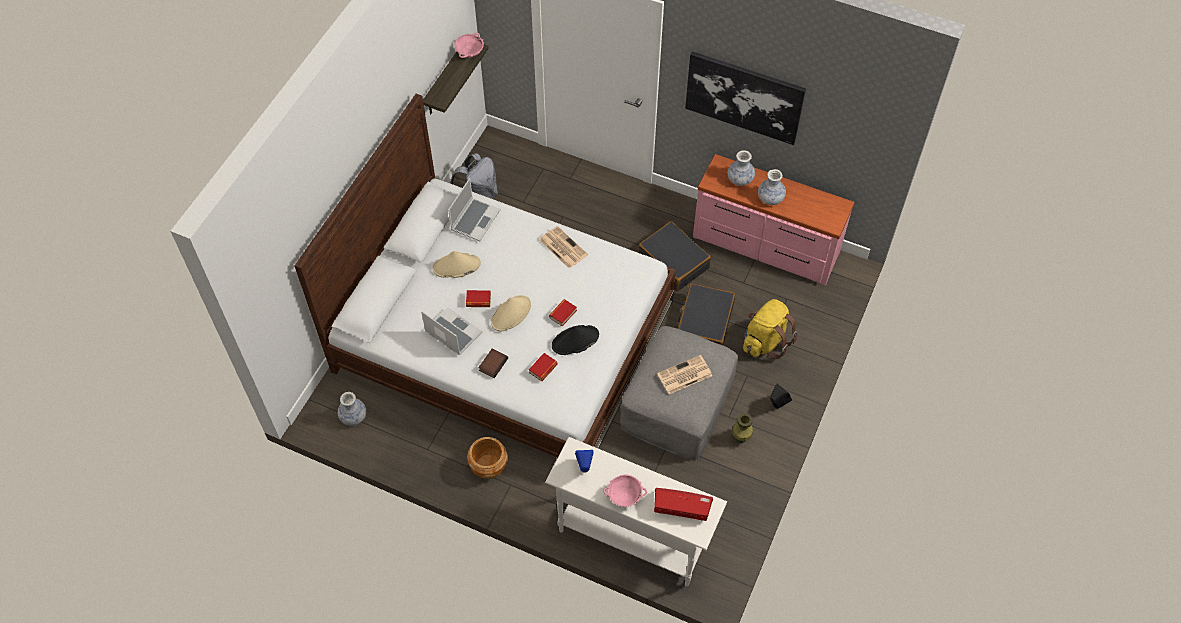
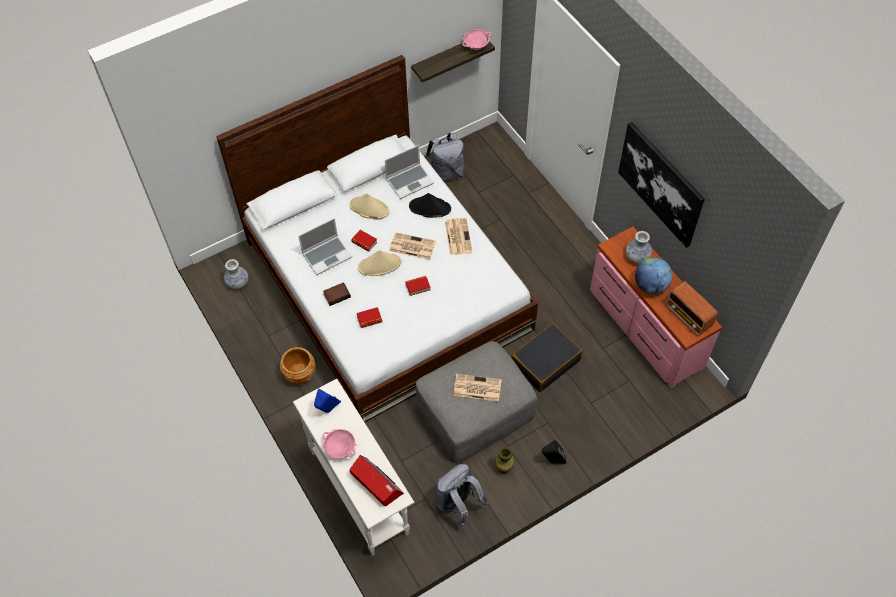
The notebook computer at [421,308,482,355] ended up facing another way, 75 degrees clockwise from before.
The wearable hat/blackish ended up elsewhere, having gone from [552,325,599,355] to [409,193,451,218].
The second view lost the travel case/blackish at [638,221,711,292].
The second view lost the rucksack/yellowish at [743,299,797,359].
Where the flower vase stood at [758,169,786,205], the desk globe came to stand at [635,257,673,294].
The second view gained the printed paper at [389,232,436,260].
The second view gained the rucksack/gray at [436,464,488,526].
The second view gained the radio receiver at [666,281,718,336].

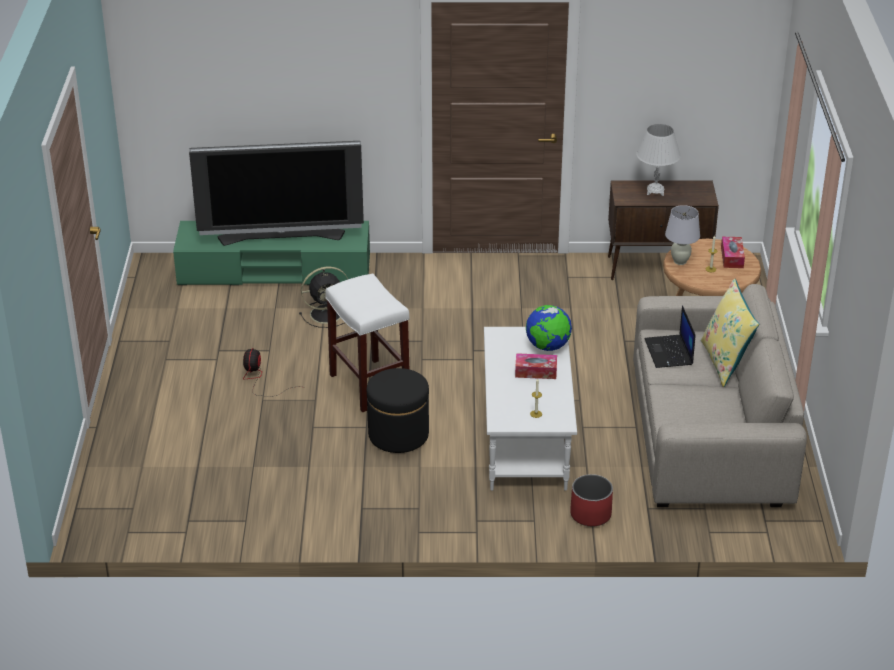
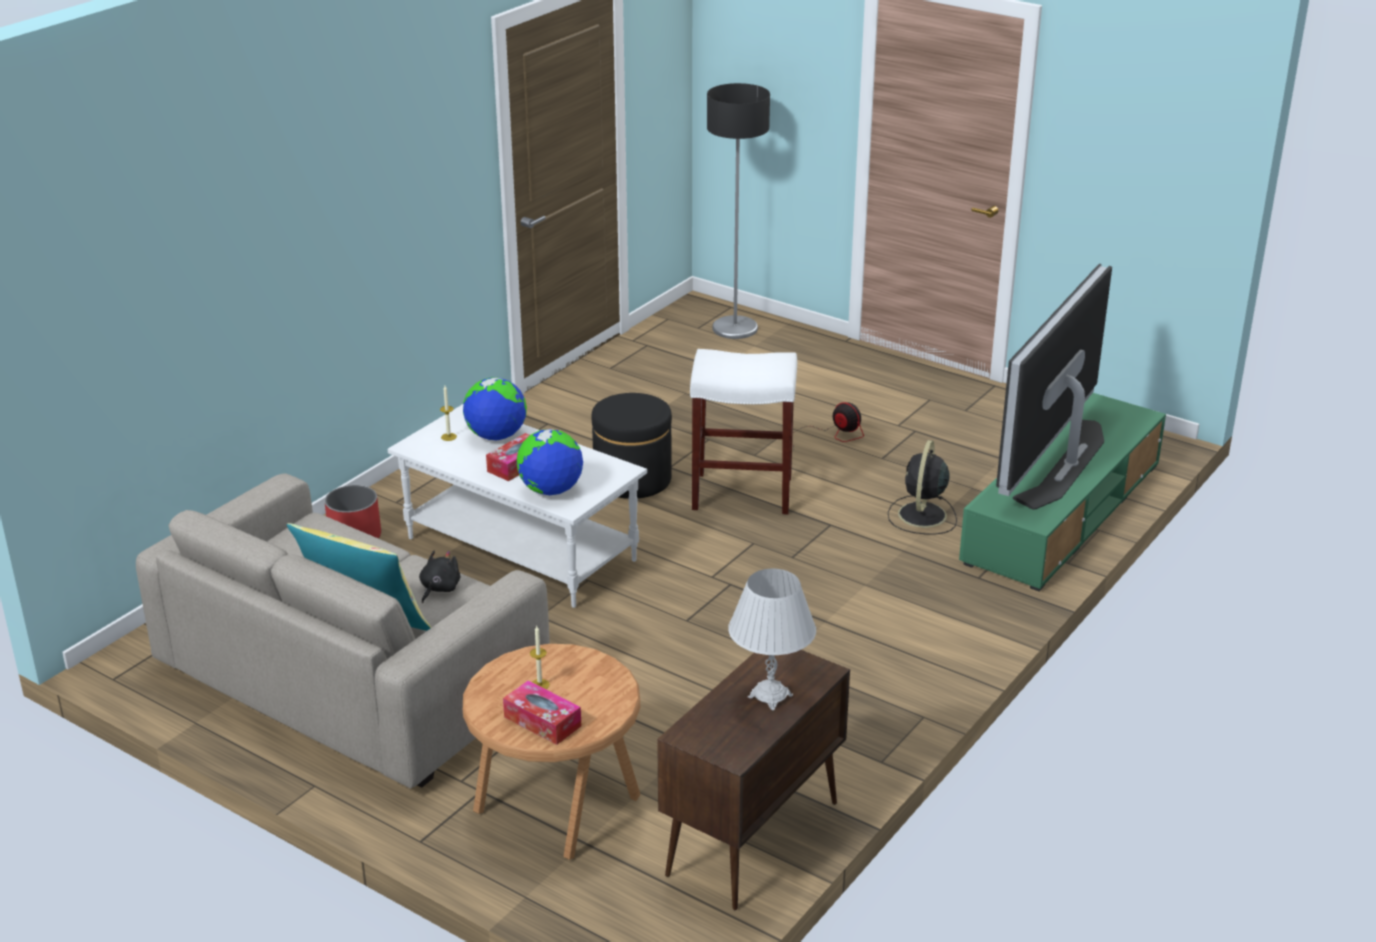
Where the notebook computer stood at [644,306,695,368], the cuddly toy/blackish came to stand at [419,550,461,603].
The second view lost the table lamp/whitish at [665,205,700,265].
The second view gained the desk globe at [463,377,527,440].
The second view gained the standard lamp at [707,83,770,339].

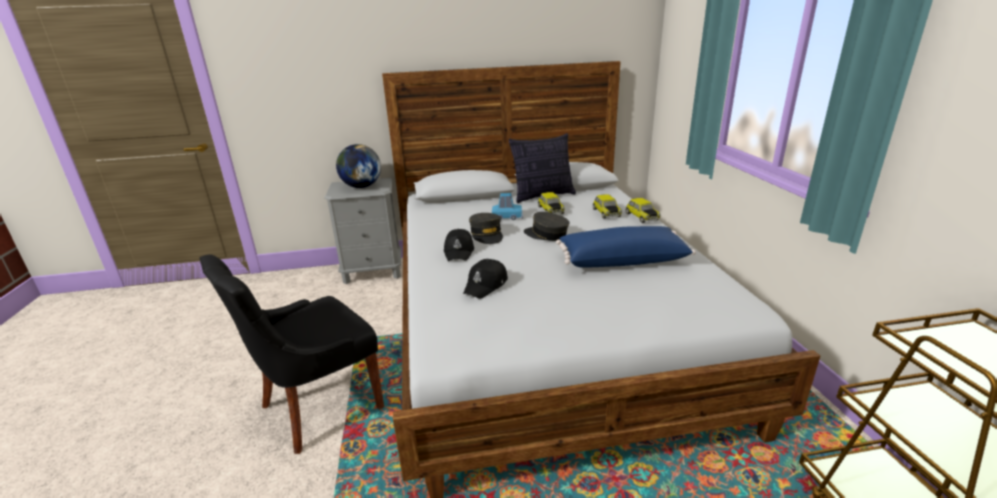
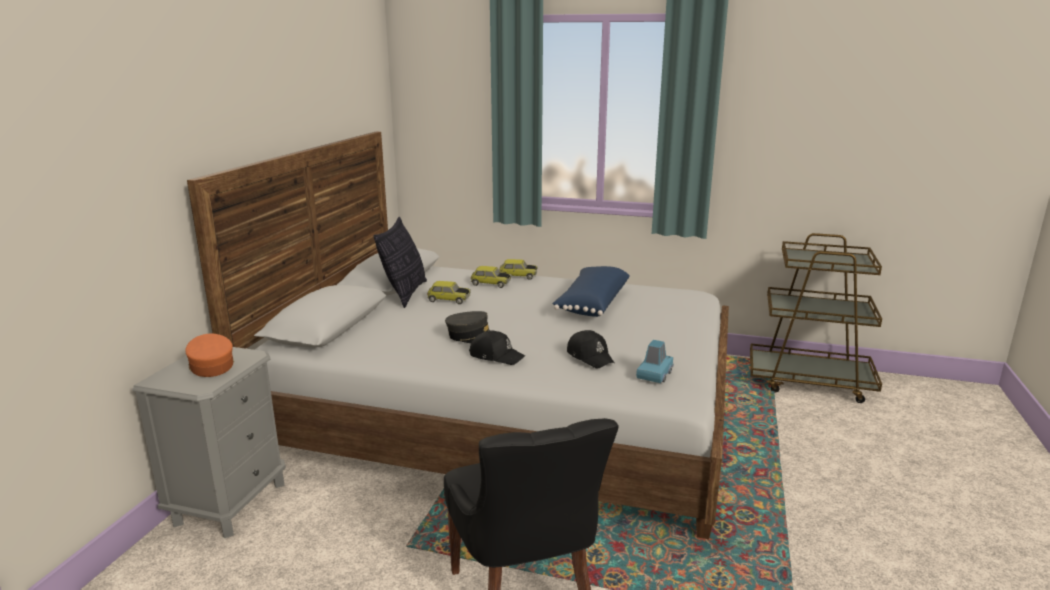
Where the desk globe stood at [336,144,381,188], the baseball cap/orange-coloured came to stand at [185,334,234,377].
The model car/bluish ended up elsewhere, having gone from [492,193,523,221] to [636,340,674,383].
The second view lost the baseball cap/gray at [524,212,569,241].

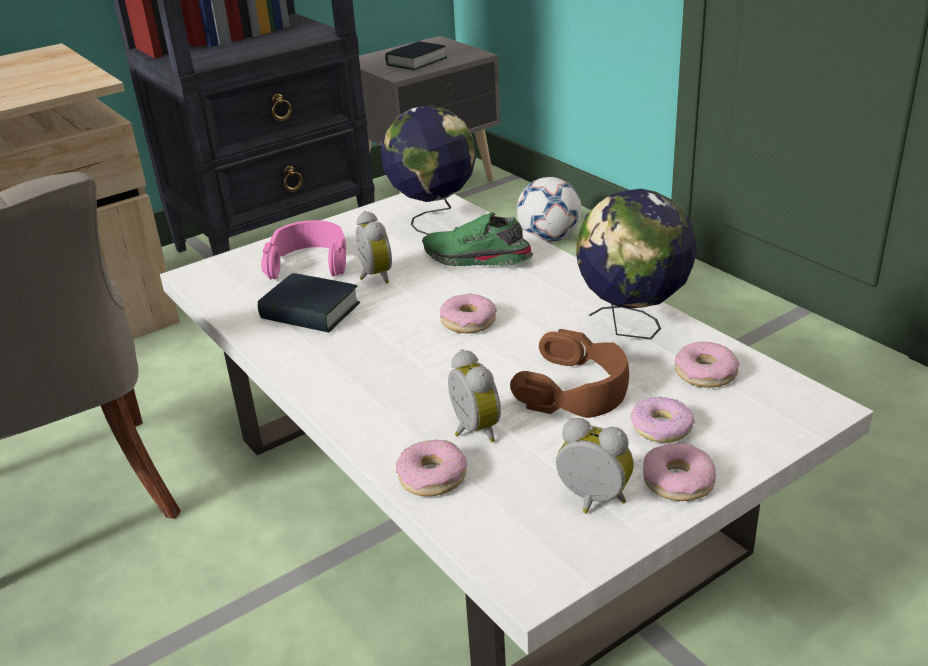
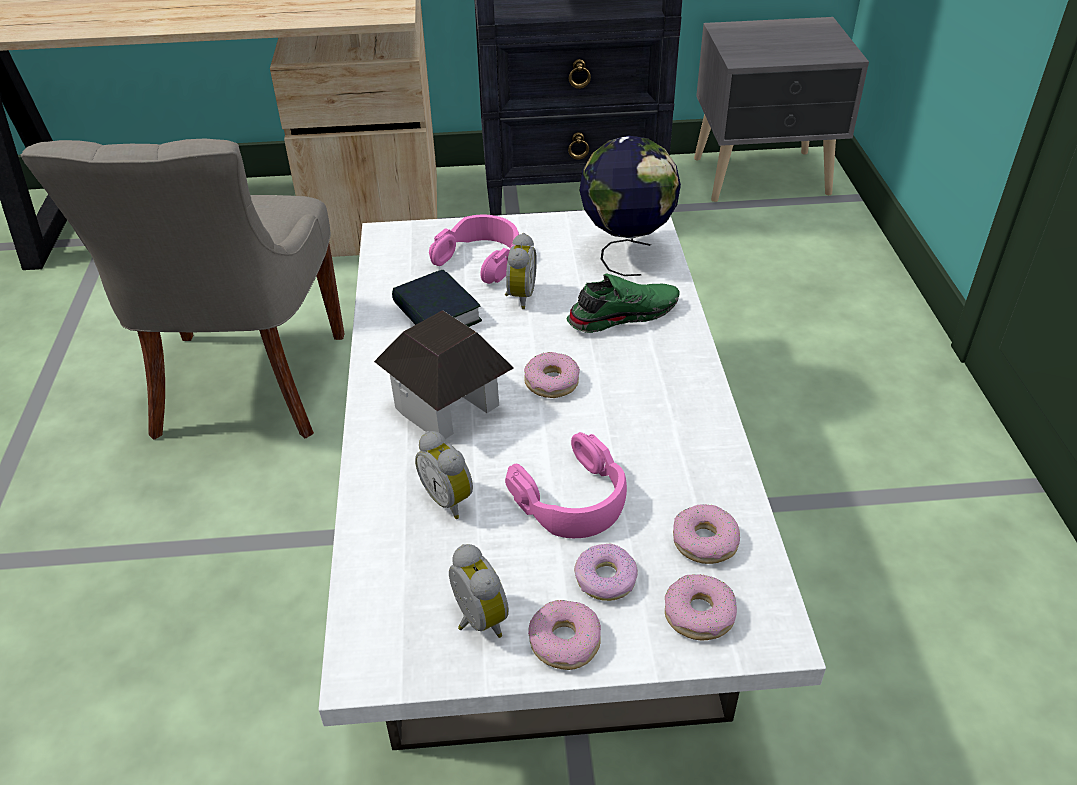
The second view lost the book at [385,41,447,70].
The doughnut ended up elsewhere, having gone from [396,440,467,496] to [665,574,737,640].
The item of footwear/green-coloured at [422,212,533,266] ended up facing another way, 105 degrees clockwise from before.
The bedside clock at [448,349,501,442] ended up facing another way, 135 degrees clockwise from before.
What was the headphones/brownish at [510,329,629,418] turned into the headphones/pink at [505,432,627,538].
The second view lost the football ball at [517,177,581,242].
The second view lost the desk globe at [575,189,697,339].
The second view gained the toy house at [374,310,514,439].

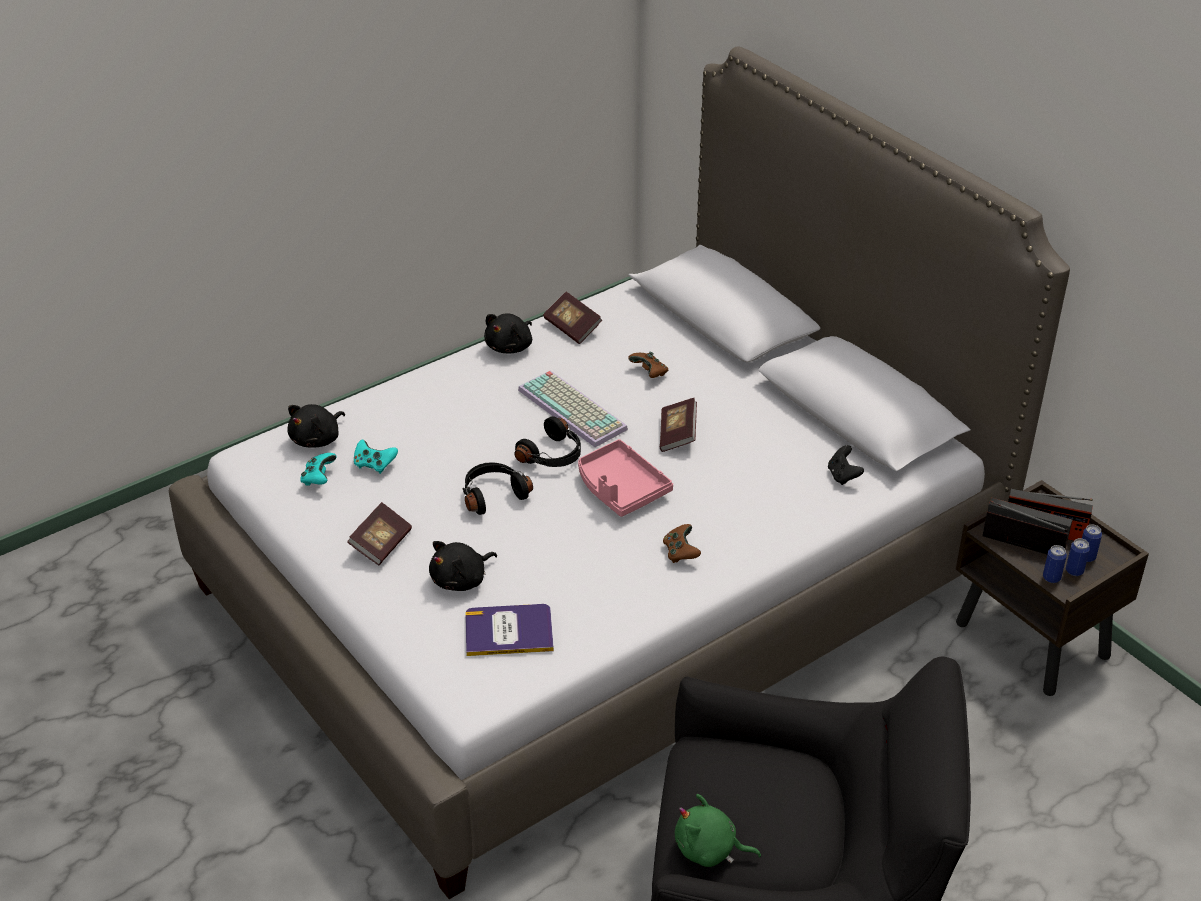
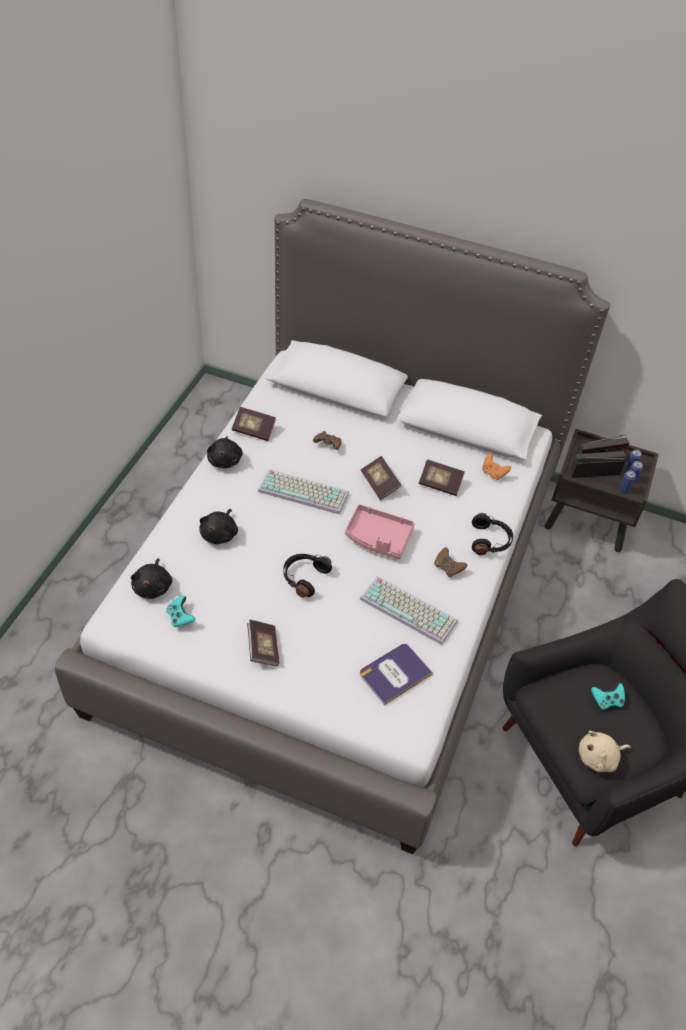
The joypad/turquoise-coloured ended up elsewhere, having gone from [354,439,398,474] to [591,683,625,710].
The cuddly toy/blackish ended up elsewhere, having gone from [429,541,497,591] to [199,509,238,544].
The headphones/blackish ended up elsewhere, having gone from [514,416,581,467] to [472,513,513,555].
What was the cuddly toy/green-coloured at [675,794,761,867] turned into the cuddly toy/beige at [579,730,630,772].
What was the joypad/blackish at [828,445,864,485] turned into the joypad/orange-coloured at [482,453,511,480].
The second view gained the keyboard at [360,576,458,645].
The second view gained the book at [419,459,465,496].

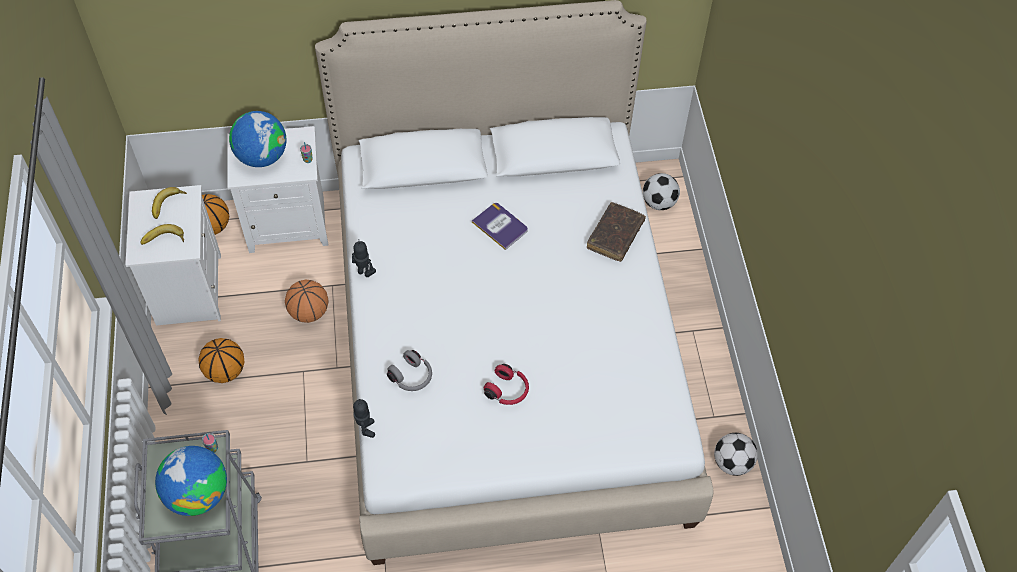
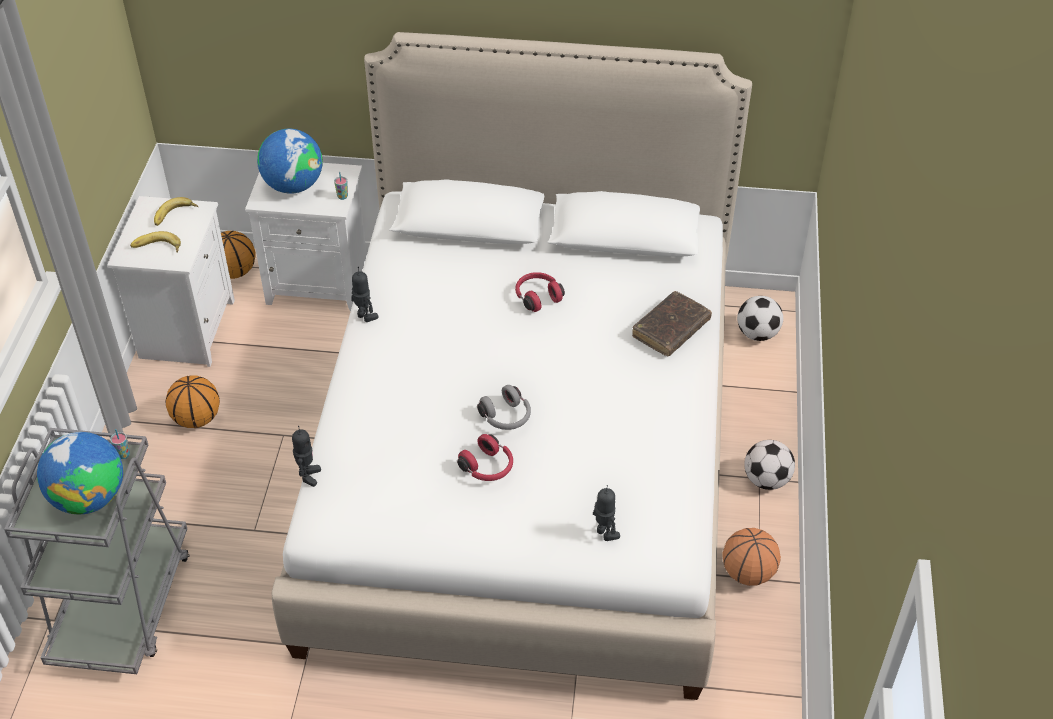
The basketball ended up elsewhere, having gone from [285,280,329,323] to [722,528,781,586].
The headphones/gray ended up elsewhere, having gone from [387,350,432,391] to [477,385,531,430].
Where the book stood at [472,203,528,250], the headphones/reddish came to stand at [515,272,565,312].
The football ball ended up elsewhere, having gone from [714,433,758,476] to [744,440,795,490].
The second view gained the model robot at [593,485,620,541].

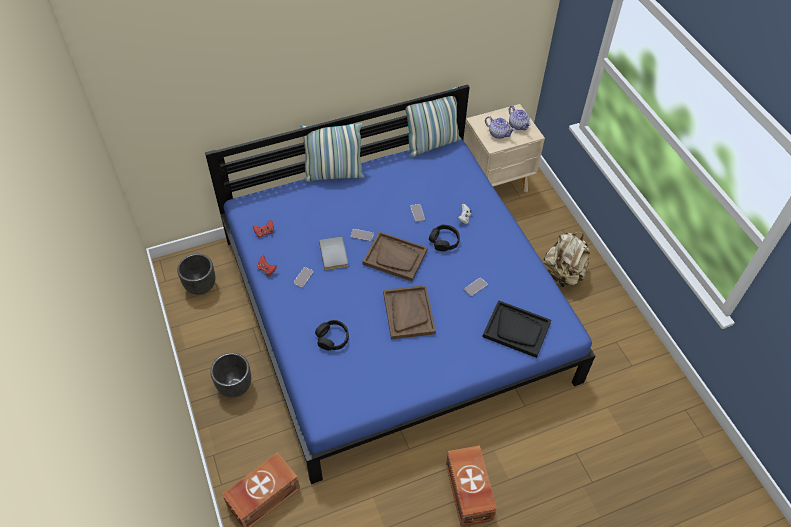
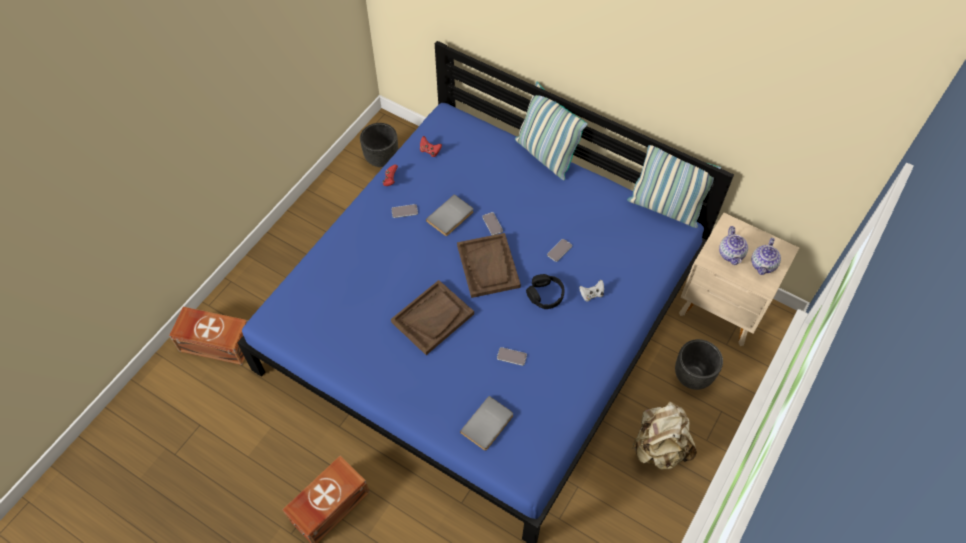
The planter/blackish ended up elsewhere, having gone from [210,353,251,398] to [675,339,723,390].
The second view lost the headphones/blackish at [315,320,349,350].
Where the tray/blackish stood at [482,300,551,358], the book/gray came to stand at [460,396,513,451].

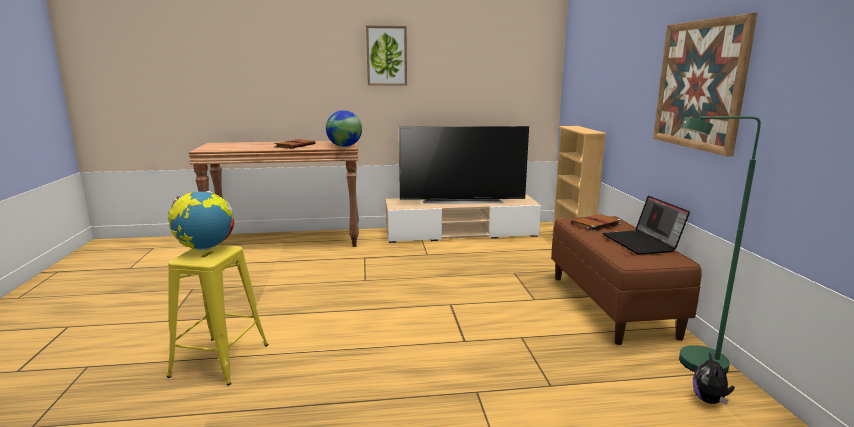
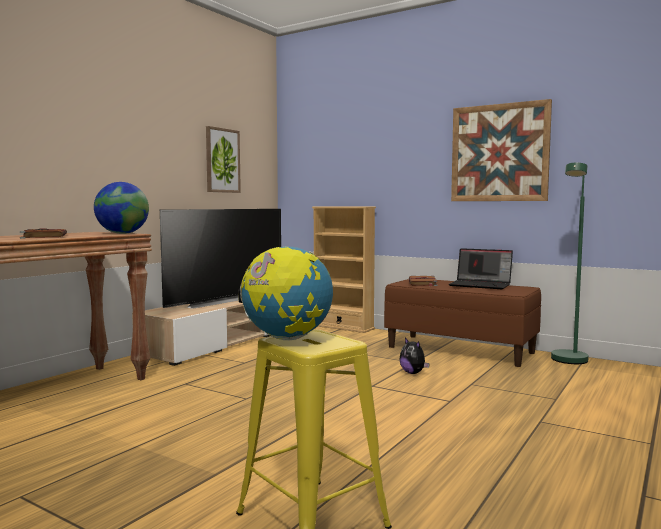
The wall picture ended up elsewhere, having gone from [366,26,407,86] to [206,126,241,193].
The cuddly toy ended up elsewhere, having gone from [693,353,735,405] to [399,338,430,374].

